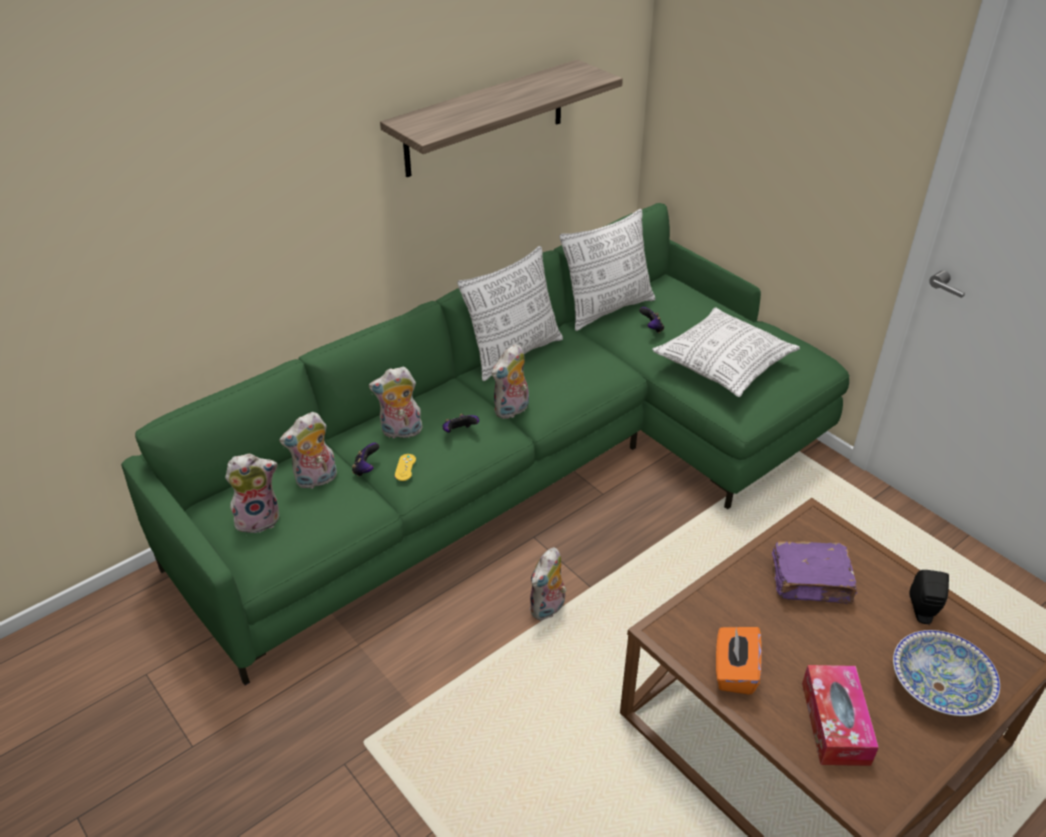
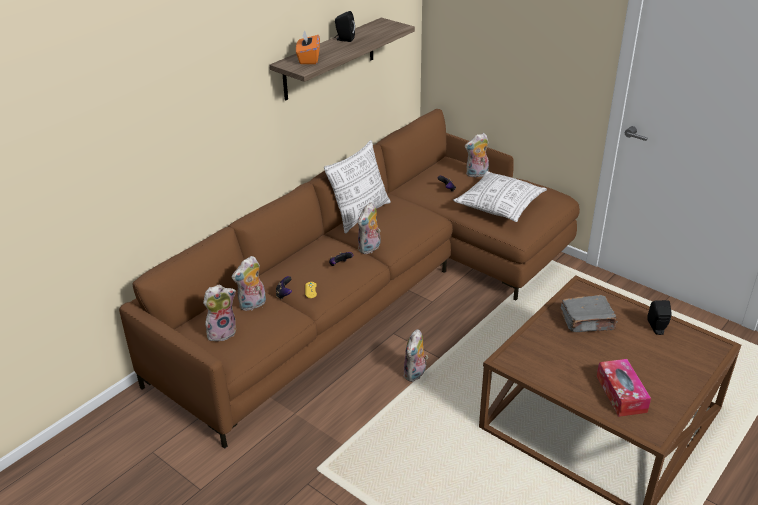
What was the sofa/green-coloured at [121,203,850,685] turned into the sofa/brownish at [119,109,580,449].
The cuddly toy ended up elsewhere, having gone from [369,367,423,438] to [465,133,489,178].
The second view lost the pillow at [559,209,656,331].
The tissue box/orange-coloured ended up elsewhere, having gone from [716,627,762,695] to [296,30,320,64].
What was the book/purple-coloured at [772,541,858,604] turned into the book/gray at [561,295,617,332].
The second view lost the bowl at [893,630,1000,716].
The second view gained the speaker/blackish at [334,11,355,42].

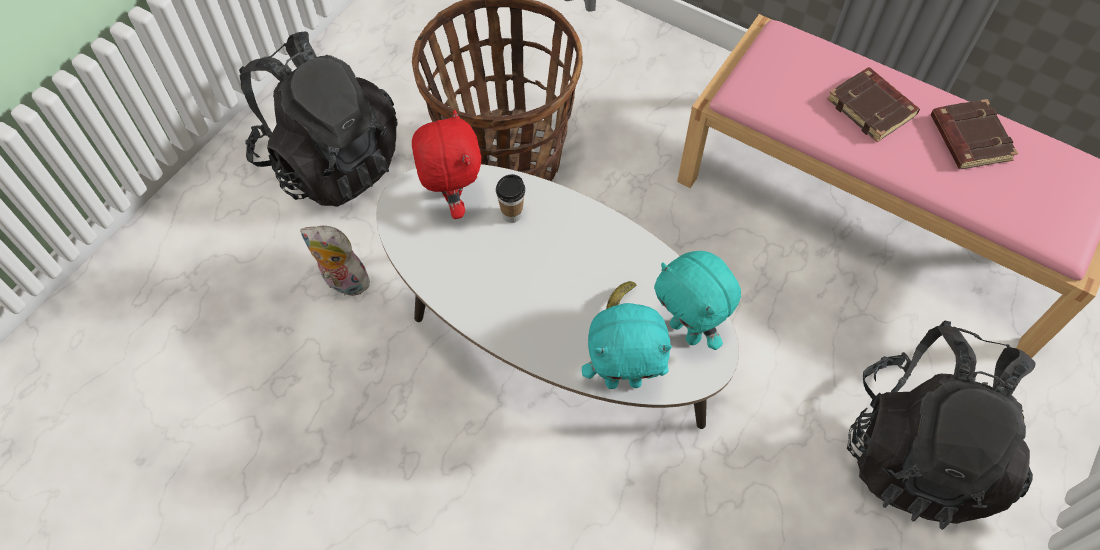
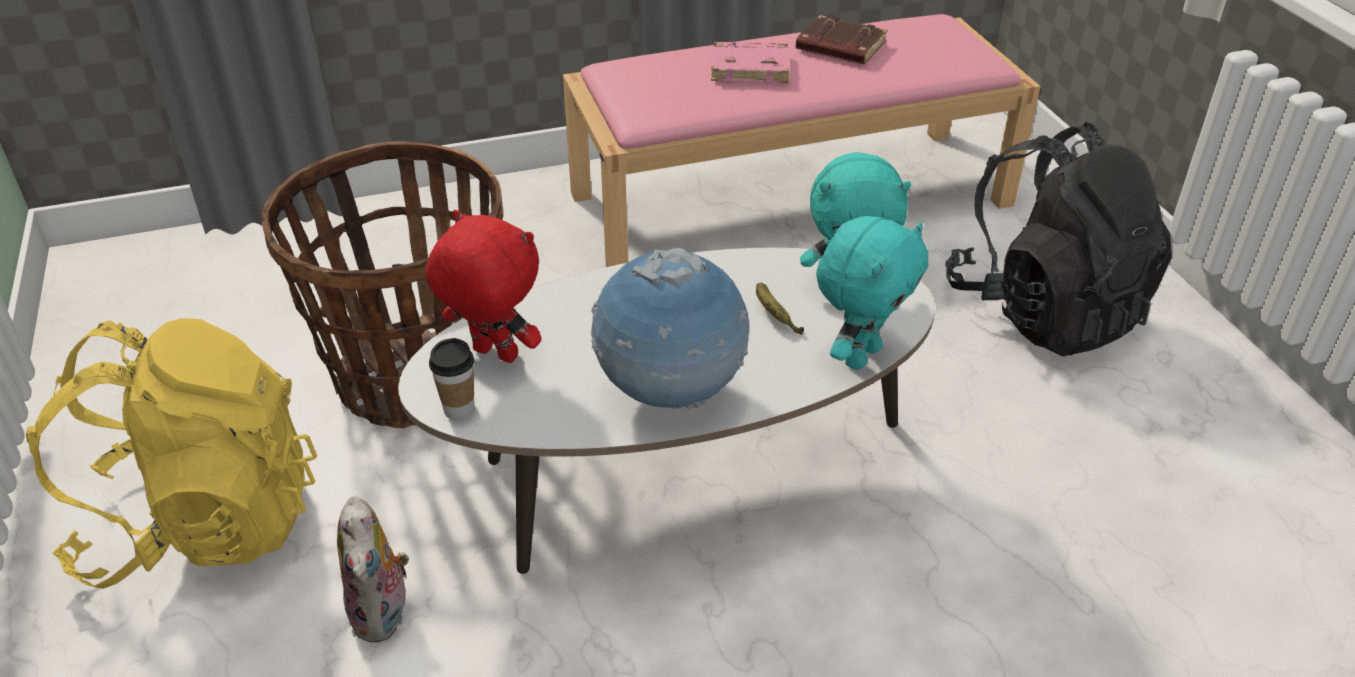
What was the rucksack/blackish at [239,31,397,207] turned into the rucksack/yellowish at [26,318,317,589].
The cuddly toy at [300,226,370,296] ended up facing another way, 75 degrees counterclockwise from before.
The cup ended up elsewhere, having gone from [496,174,525,223] to [429,338,475,420].
What was the book/brownish at [827,67,920,142] turned into the book/pink at [711,42,789,84].
The second view gained the desk globe at [591,248,749,410].

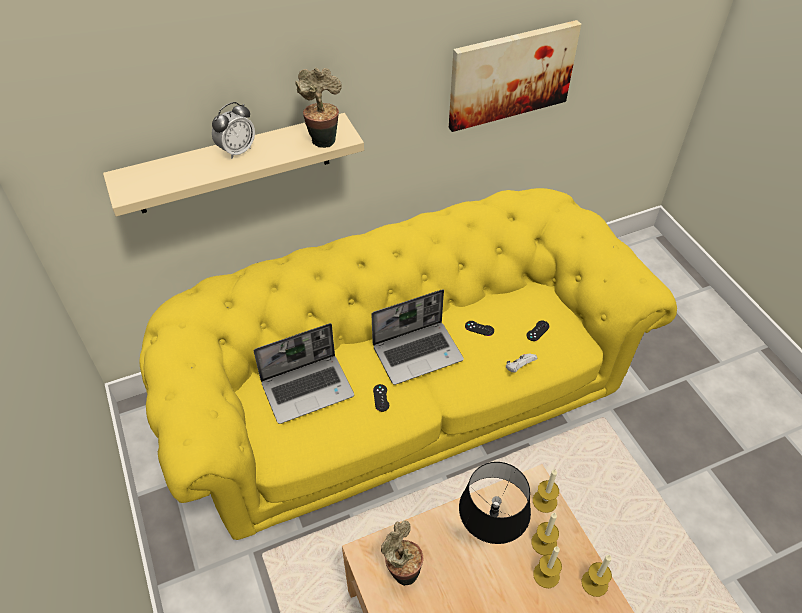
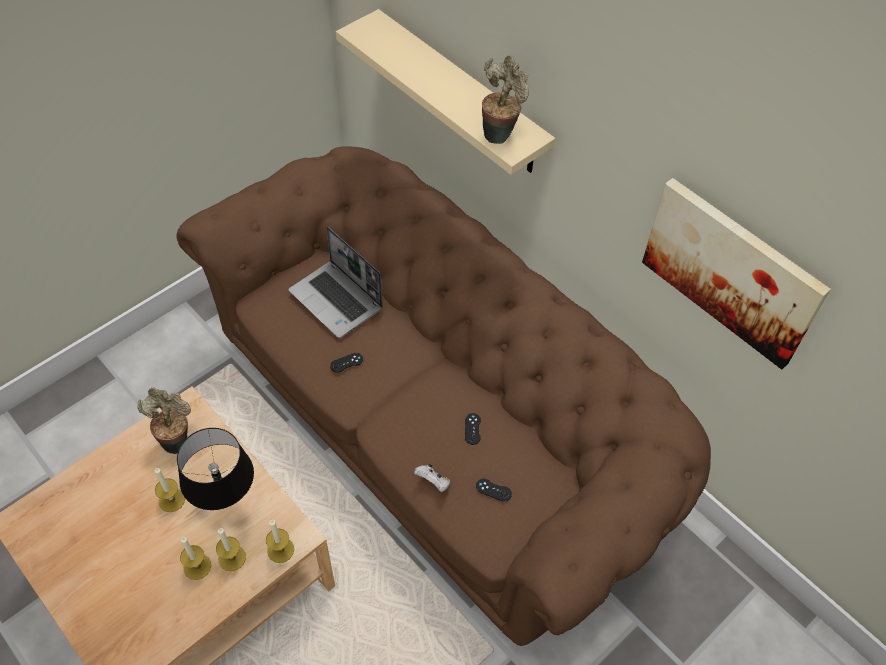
What was the sofa/yellowish at [139,188,677,540] turned into the sofa/brownish at [176,147,711,646].
The second view lost the bedside clock at [212,102,255,159].
The second view lost the notebook computer at [371,289,464,385].
The wax candle ended up elsewhere, having gone from [581,555,612,597] to [155,468,185,512].

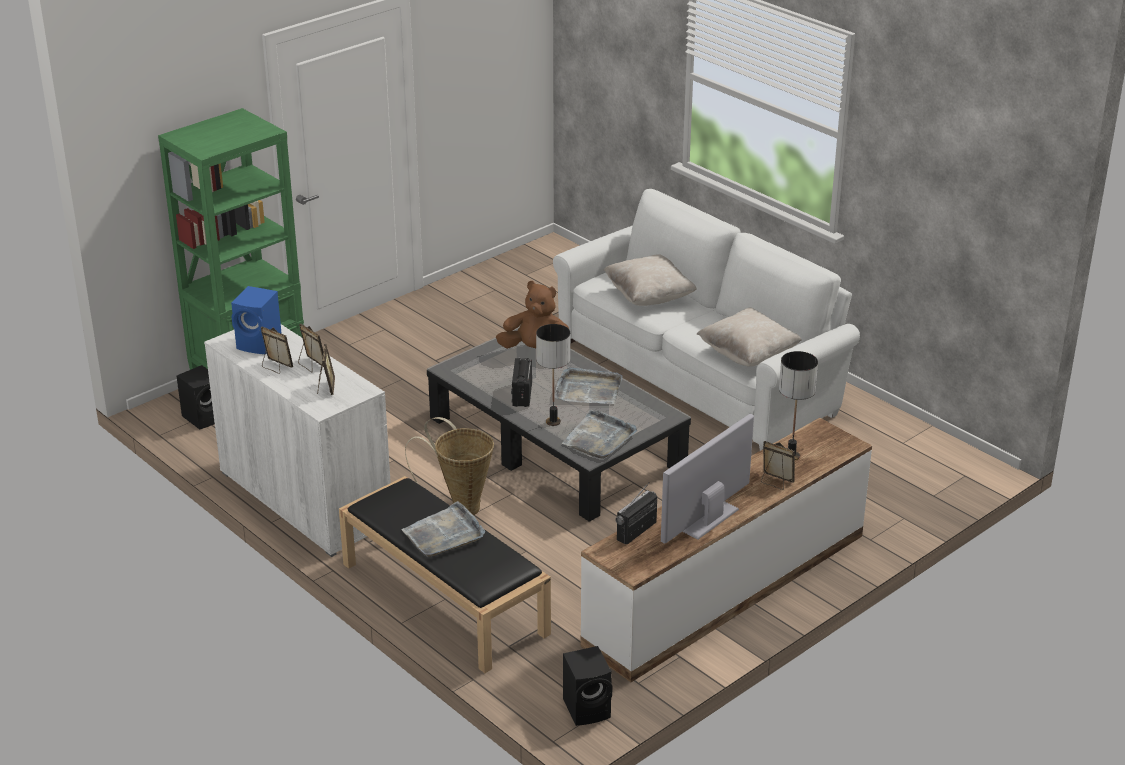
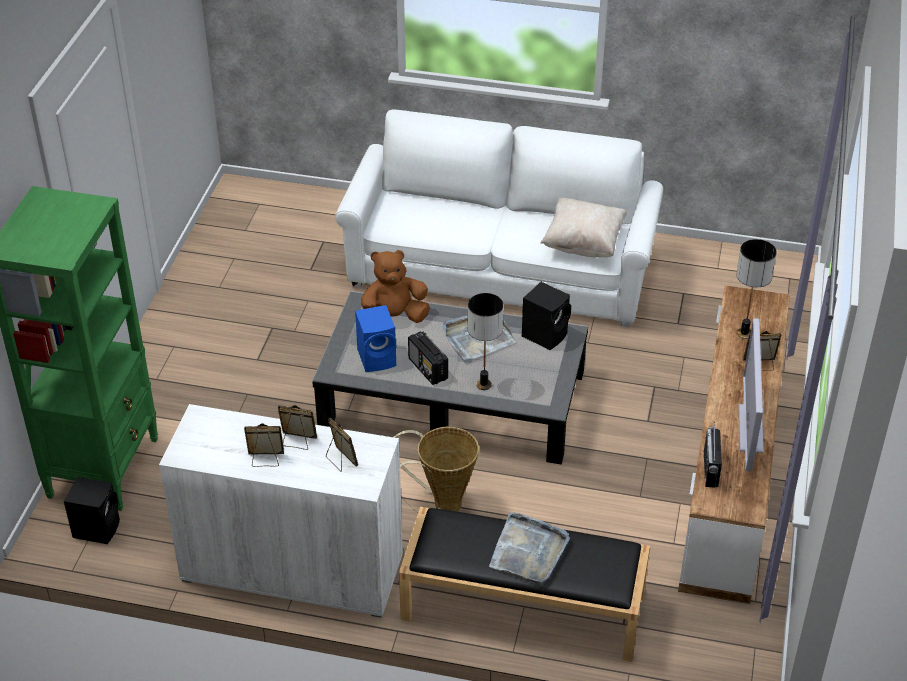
The speaker/bluish ended up elsewhere, having gone from [231,286,282,354] to [355,305,396,372].
The second view lost the tray/gray at [562,409,637,459].
The speaker/blackish ended up elsewhere, having gone from [563,646,612,726] to [522,282,571,350].
The second view lost the pillow/beige at [603,254,697,306].

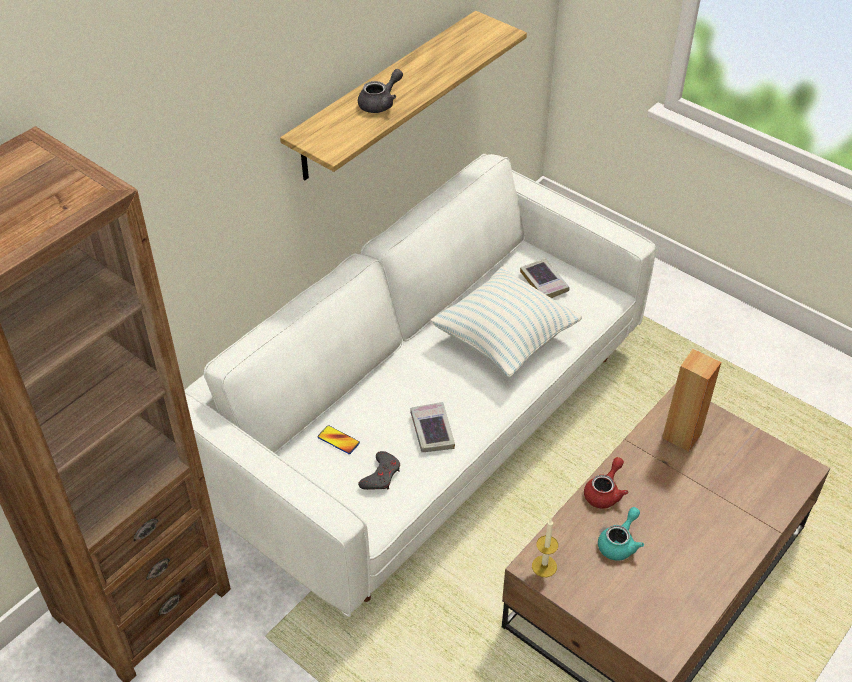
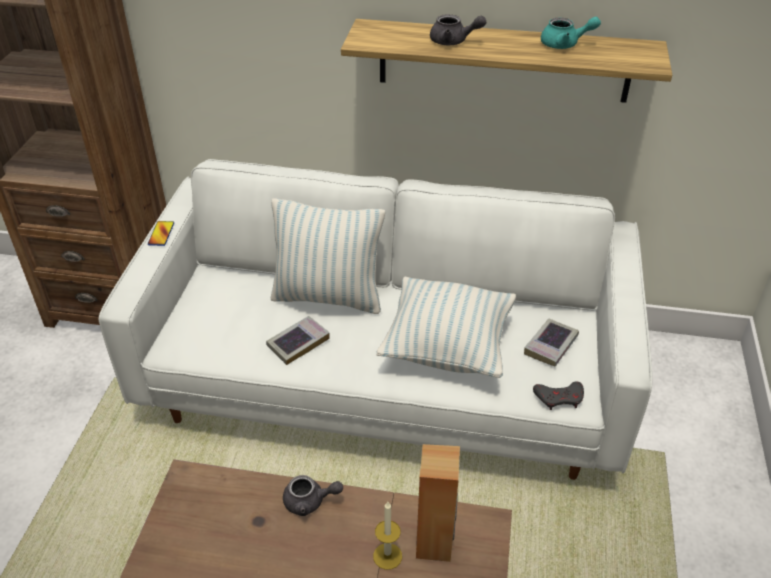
The telephone ended up elsewhere, having gone from [318,425,360,454] to [148,221,174,246].
The joypad/gray ended up elsewhere, having gone from [358,451,400,490] to [533,381,584,410].
The wax candle ended up elsewhere, having gone from [532,519,558,577] to [373,502,402,570].
What was the teapot/reddish at [584,457,628,508] turned into the teapot/gray at [283,475,343,516].
The teapot/turquoise-coloured ended up elsewhere, having gone from [598,507,644,561] to [541,17,601,49].
The second view gained the pillow at [271,198,385,314].

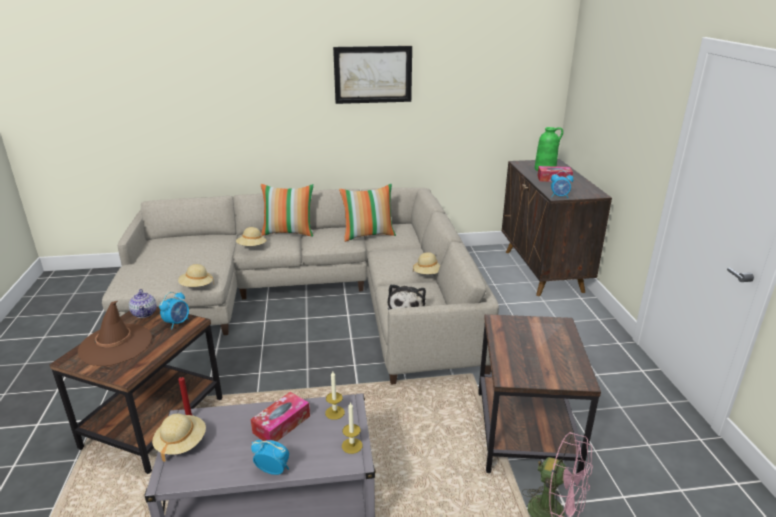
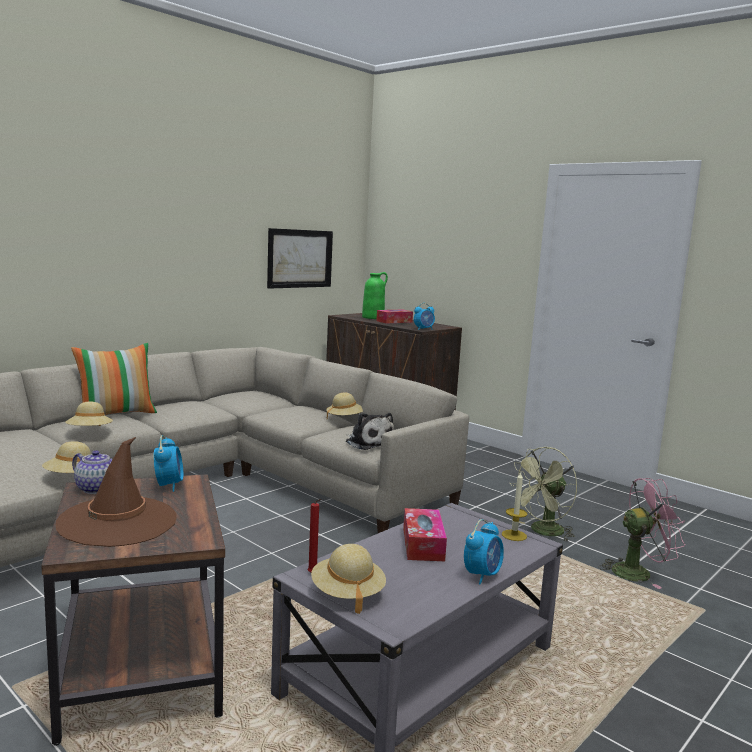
The bedside clock at [251,440,289,475] ended up facing another way, 150 degrees clockwise from before.
The second view lost the wax candle at [325,371,345,420].
The wall picture ended up elsewhere, having gone from [333,46,412,104] to [267,228,333,289].
The second view lost the pillow at [339,184,396,242].
Where the end table/brownish stood at [478,314,601,474], the cooling fan/green-coloured came to stand at [510,447,577,542].

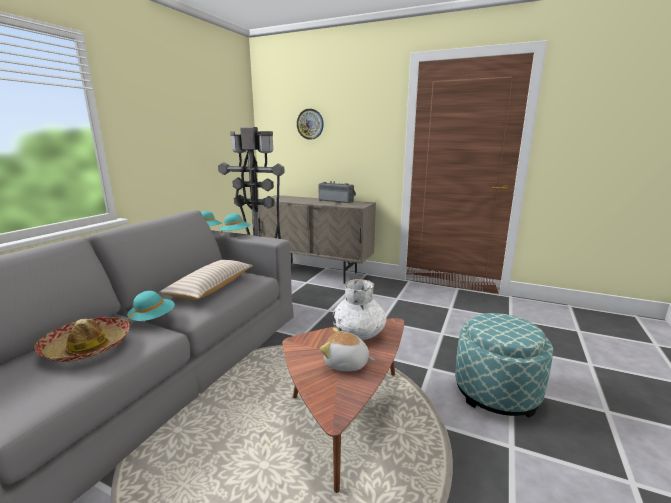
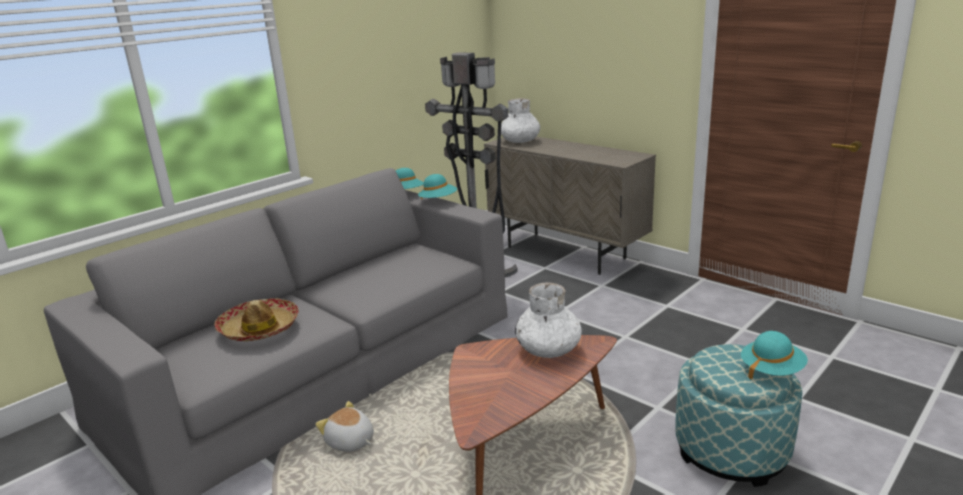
The wearable hat/turquoise-coloured ended up elsewhere, having gone from [127,291,175,325] to [741,331,808,379].
The second view lost the pillow/beige at [159,260,253,300].
The second view lost the wall clock at [297,109,324,140].
The second view lost the radio receiver at [319,181,356,203].
The cuddly toy ended up elsewhere, having gone from [320,328,375,371] to [316,401,374,452].
The second view gained the flower vase/whitish at [501,98,540,143].

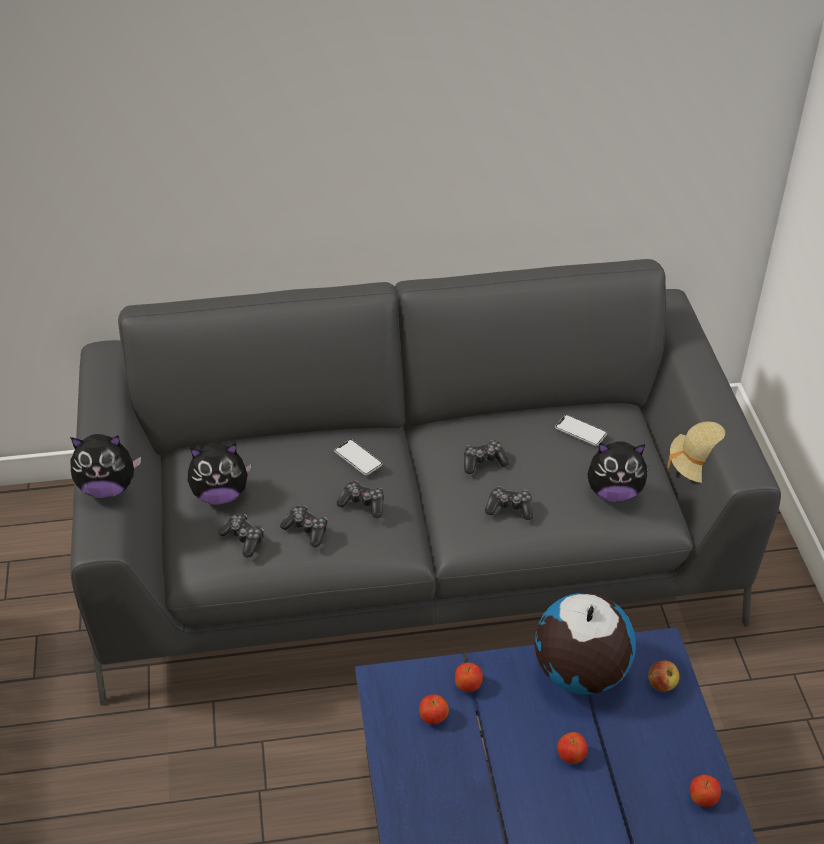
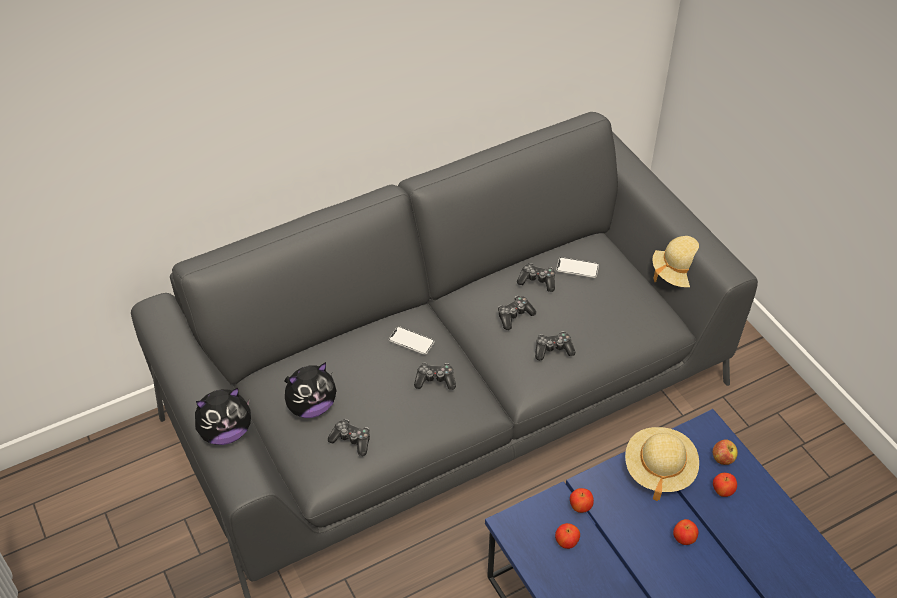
The joypad ended up elsewhere, having gone from [280,505,328,548] to [517,263,555,292].
Where the desk globe stood at [535,593,636,694], the wearable hat/beige came to stand at [625,427,699,501].
The second view lost the cuddly toy at [587,441,650,502].
The apple ended up elsewhere, having gone from [690,775,721,807] to [713,473,737,497].

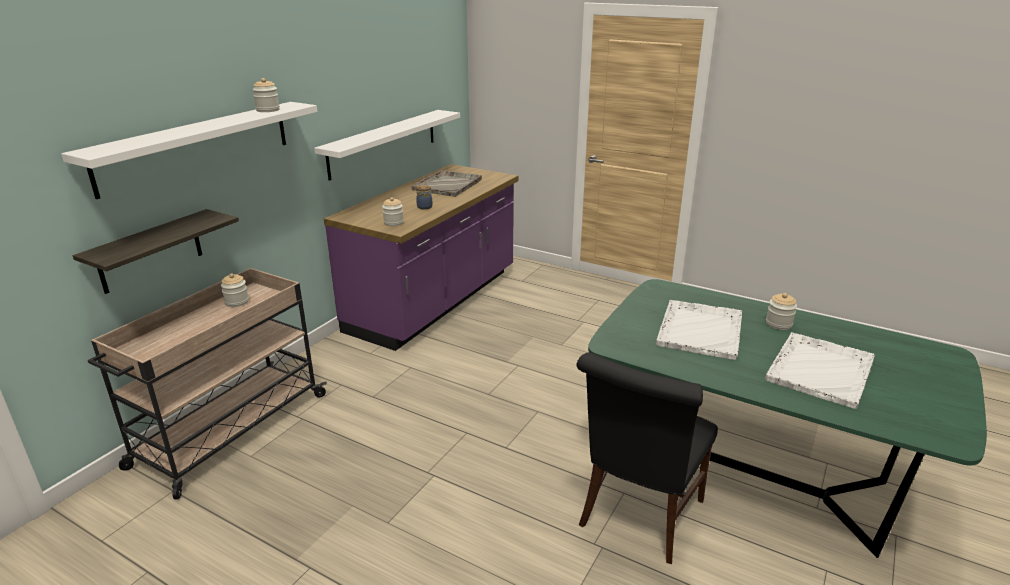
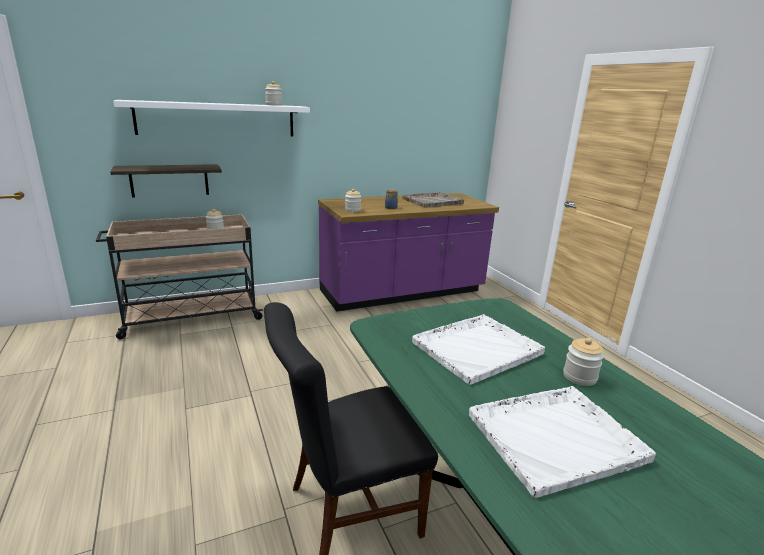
The second view lost the shelf/whitish at [314,110,460,181].

